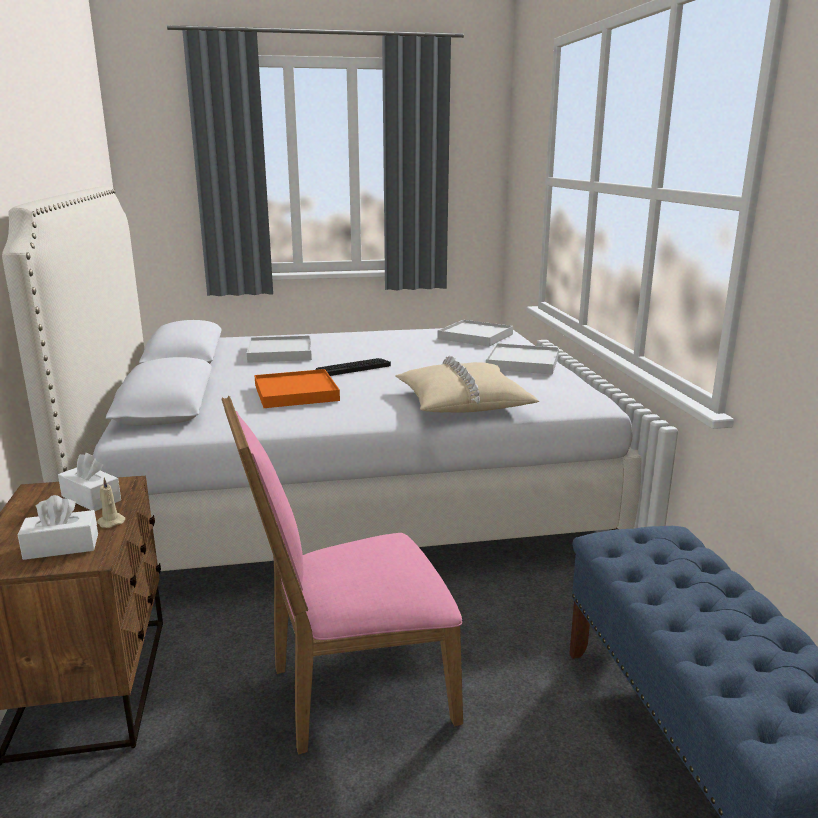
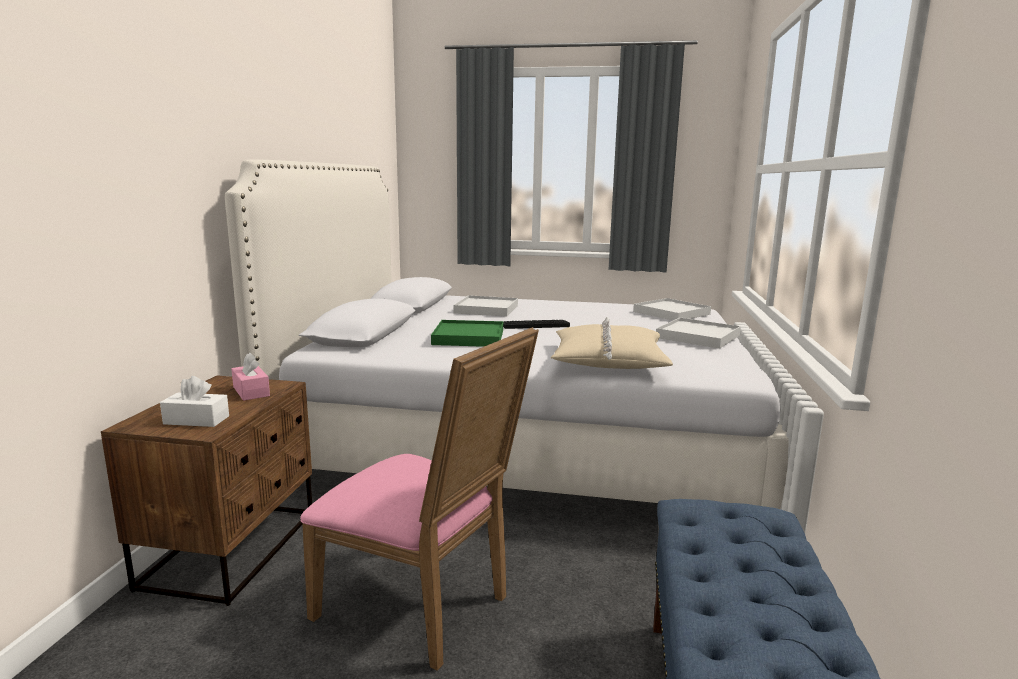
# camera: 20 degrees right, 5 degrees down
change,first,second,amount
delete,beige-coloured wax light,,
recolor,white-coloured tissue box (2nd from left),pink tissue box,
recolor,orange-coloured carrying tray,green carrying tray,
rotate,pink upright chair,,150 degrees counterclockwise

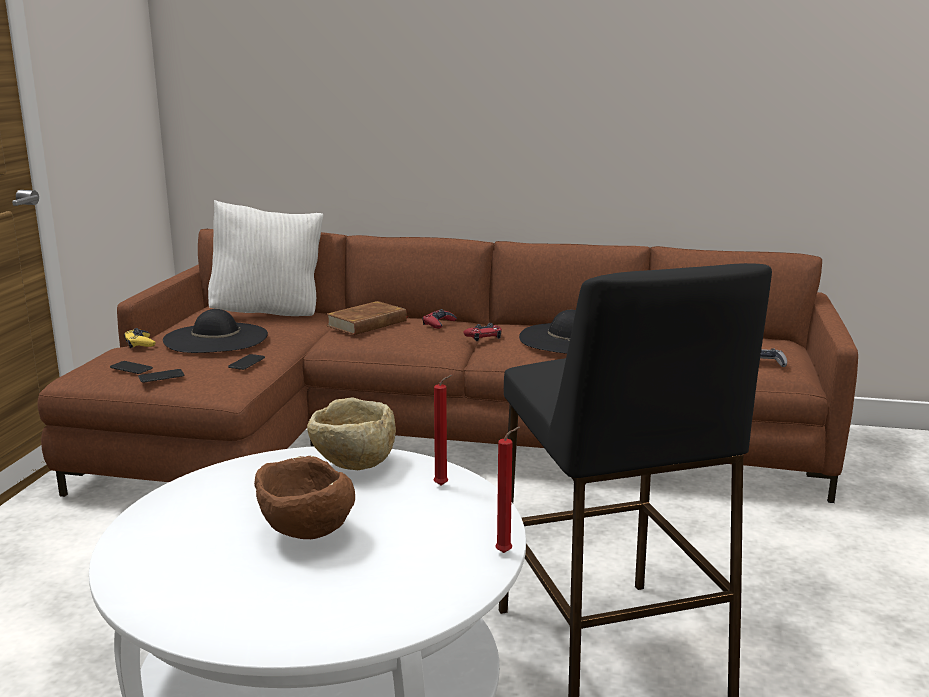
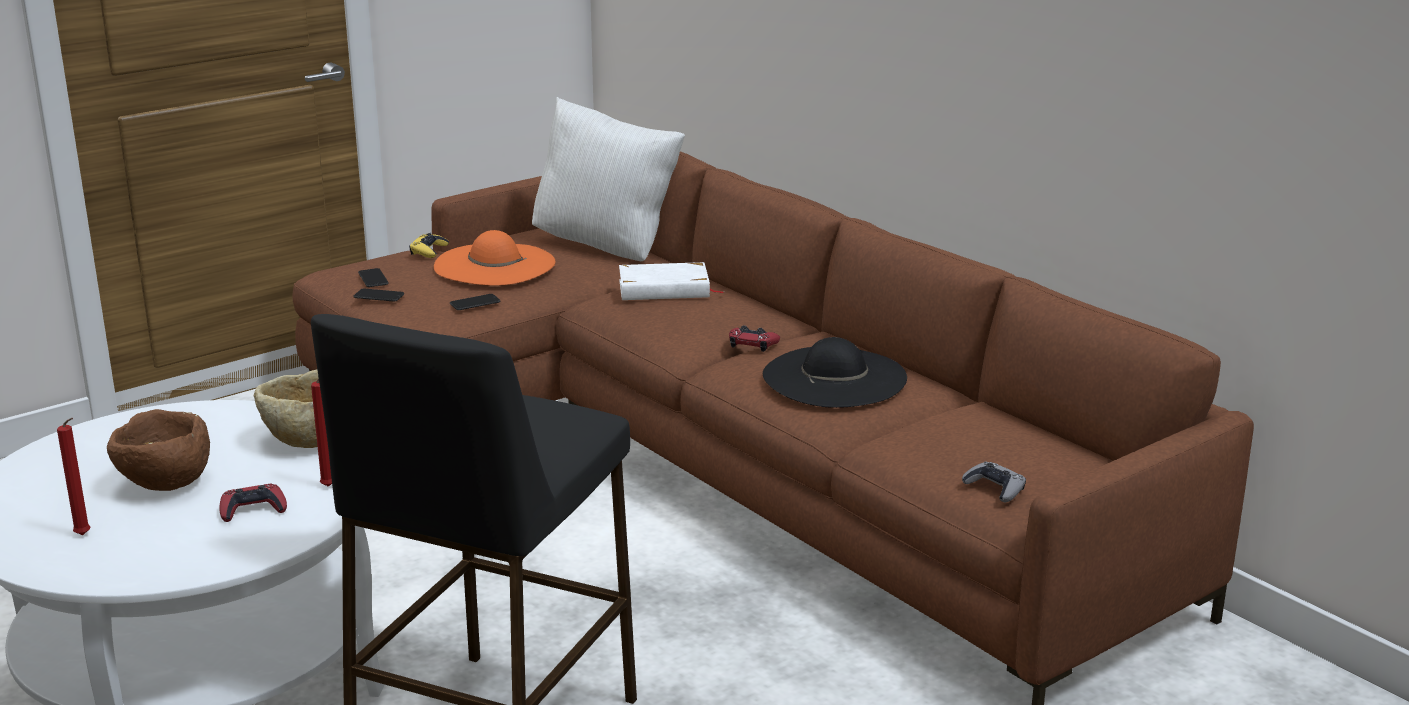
# camera: 40 degrees right, 5 degrees up
change,first,second,amount
move,red-coloured game controller (1st from left),,
move,red-coloured wax light (2nd from left in the first image),red-coloured wax light (1st from left),
recolor,blackish clothing hat (1st from left),orange-coloured clothing hat,
recolor,brown-coloured book,white-coloured book,

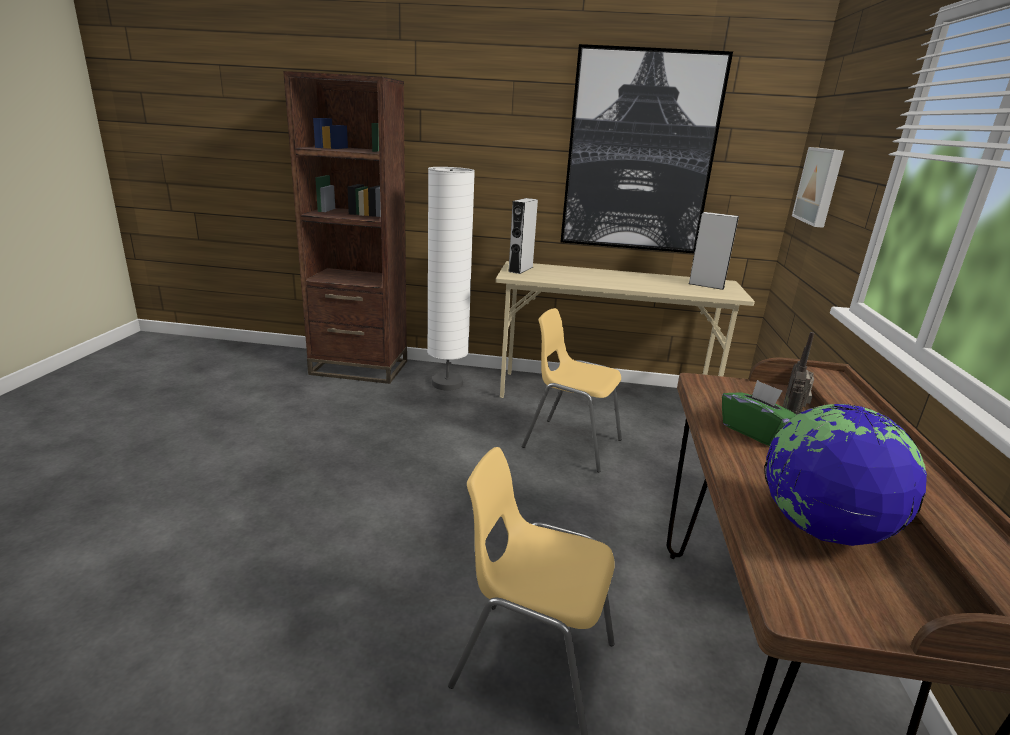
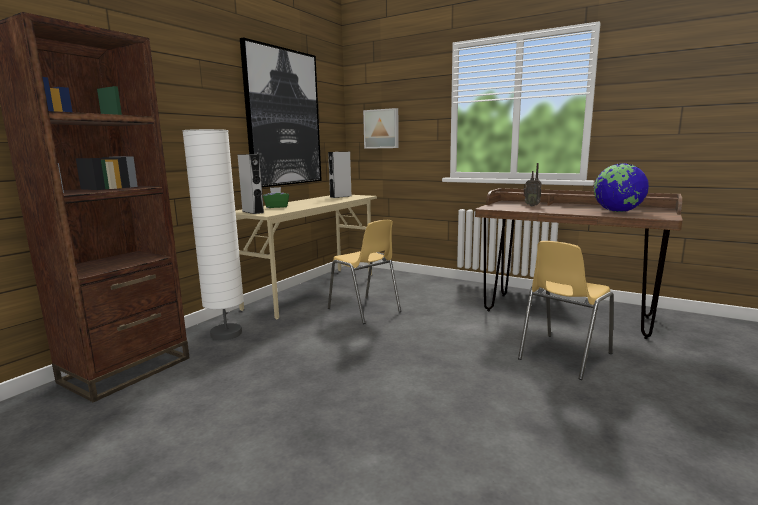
# camera: 65 degrees left, 10 degrees down
change,first,second,amount
move,green tissue box,,
rotate,yellow-coloured upright chair (2nd from left in the first image),yellow-coloured upright chair (1st from left),90 degrees counterclockwise

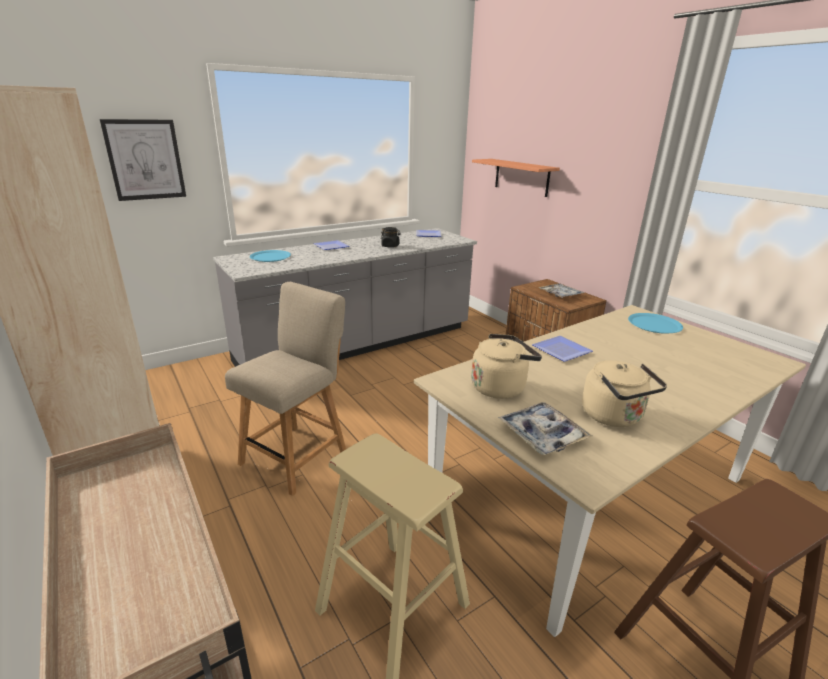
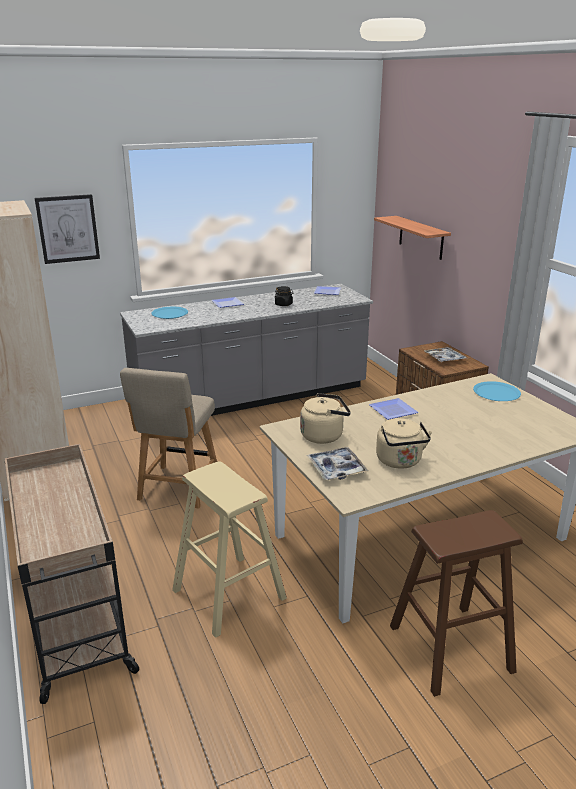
# camera: 10 degrees right, 0 degrees up
change,first,second,amount
rotate,beige-coloured upright chair,,150 degrees clockwise

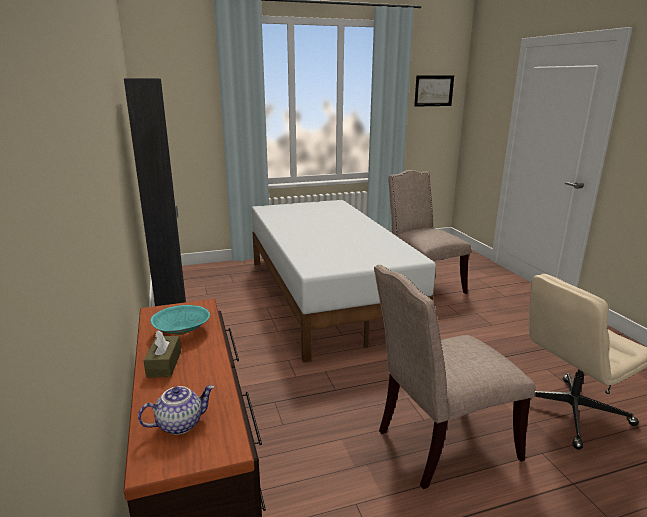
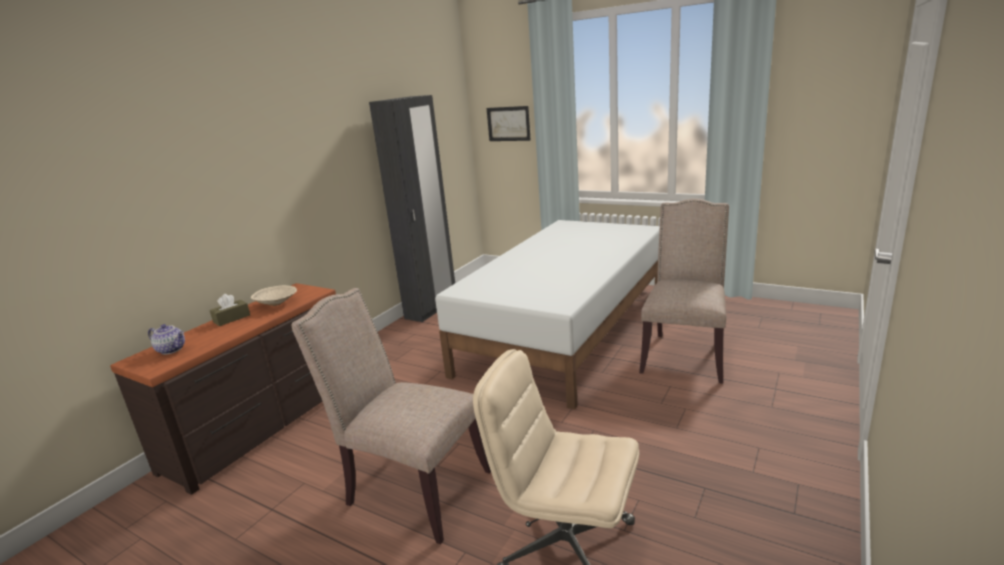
# camera: 50 degrees right, 0 degrees up
change,first,second,amount
move,wall picture,,
recolor,blue-green serving bowl,beige-coloured serving bowl,

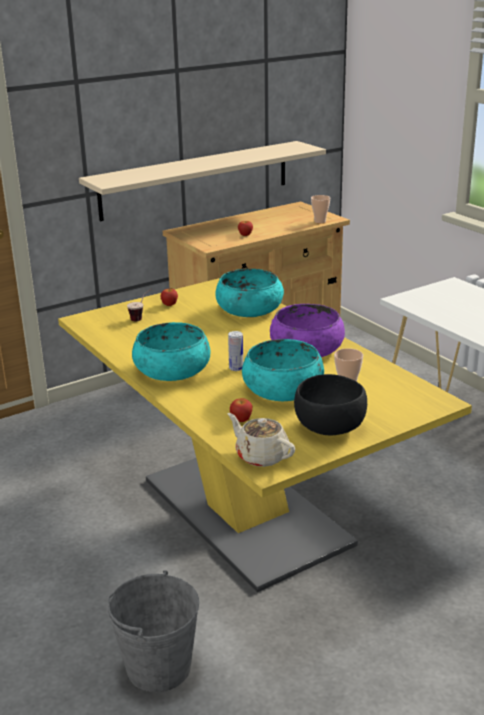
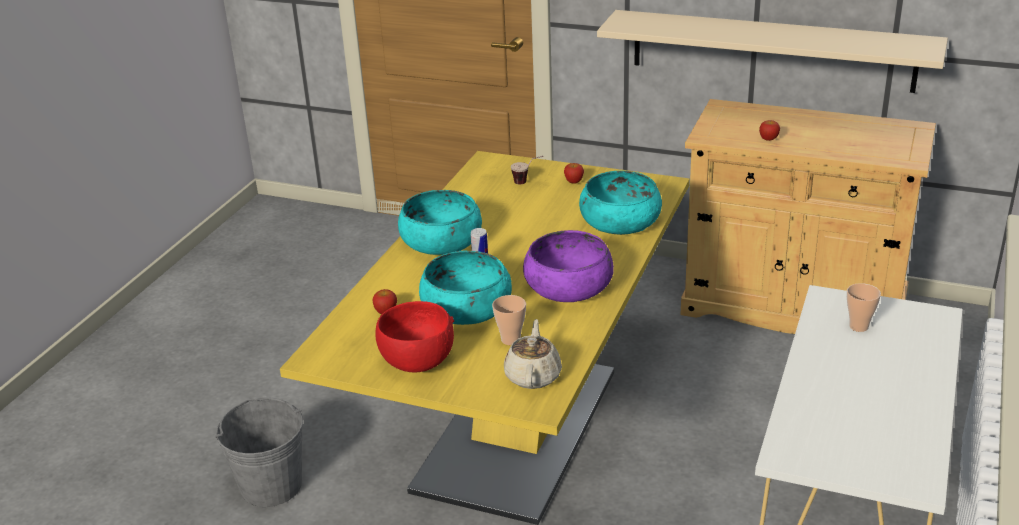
# camera: 55 degrees right, 5 degrees up
change,first,second,amount
move,beige-coloured teapot,,
move,small cup (2nd from left in the first image),small cup (3rd from left),
recolor,blackish serving bowl,red-coloured serving bowl,

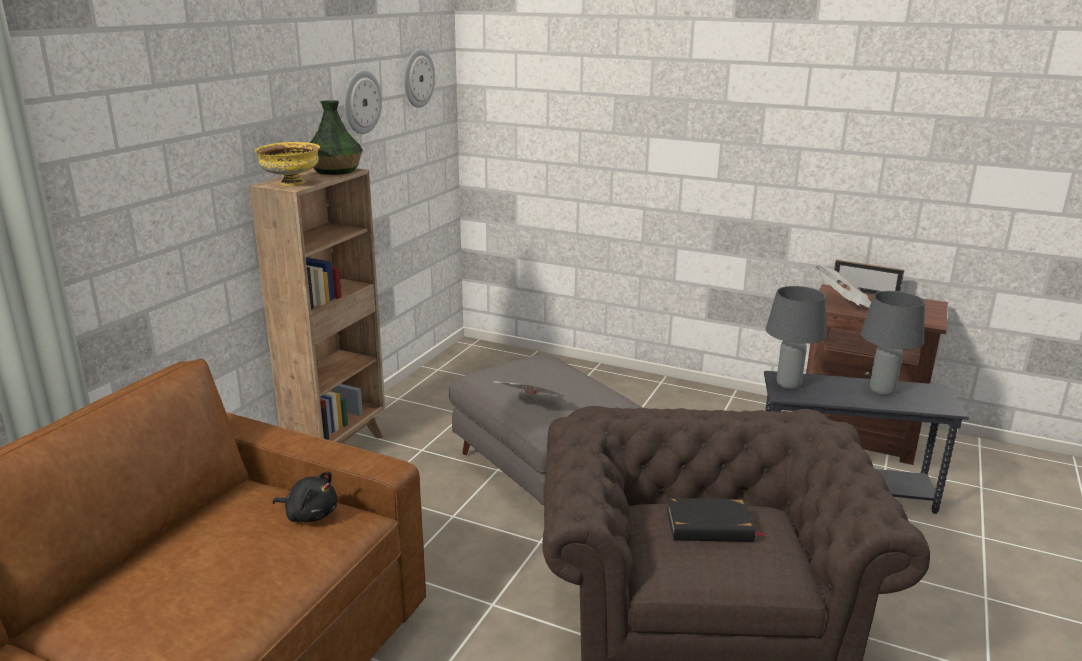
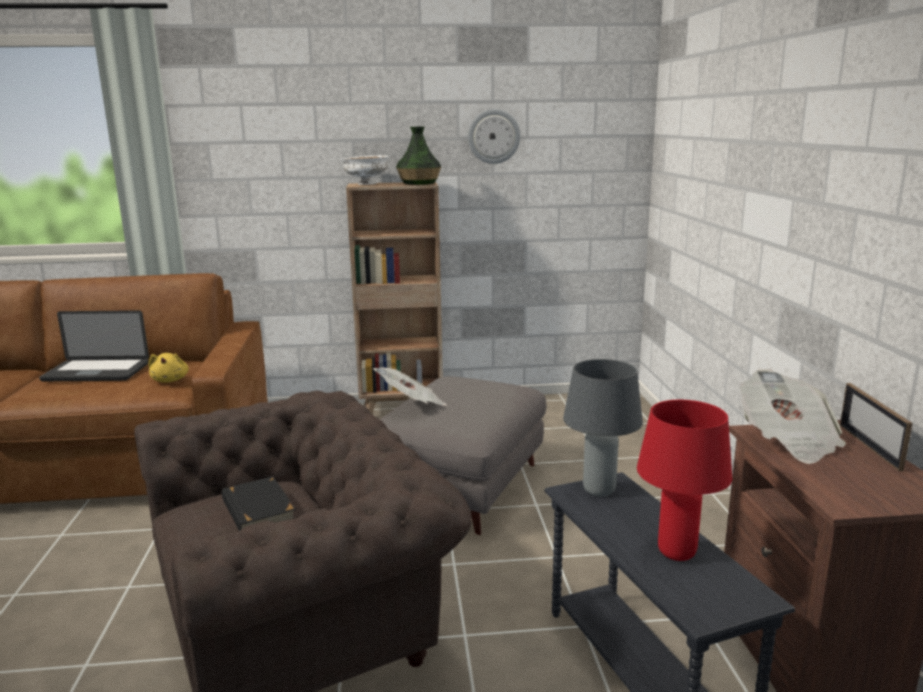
# camera: 60 degrees right, 5 degrees down
change,first,second,amount
delete,wall clock (2nd from left),,
insert,,notebook computer,
recolor,yellow-coloured serving bowl,white-coloured serving bowl,
recolor,blackish plush toy,yellow-coloured plush toy,
recolor,greyish lamp for a table (2nd from left),red-coloured lamp for a table,

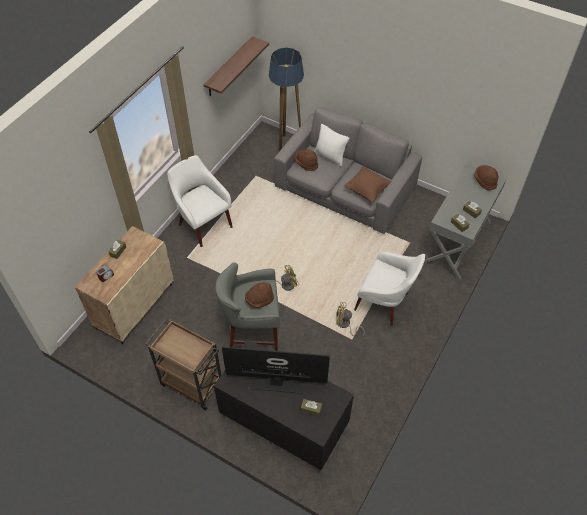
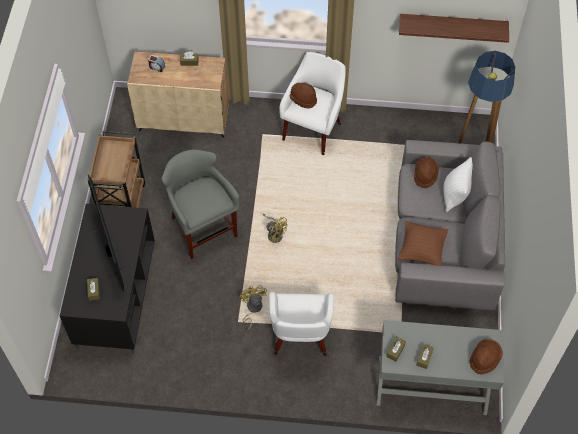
# camera: 65 degrees right, 5 degrees up
change,first,second,amount
move,brown-coloured clothing hat (1st from left),,

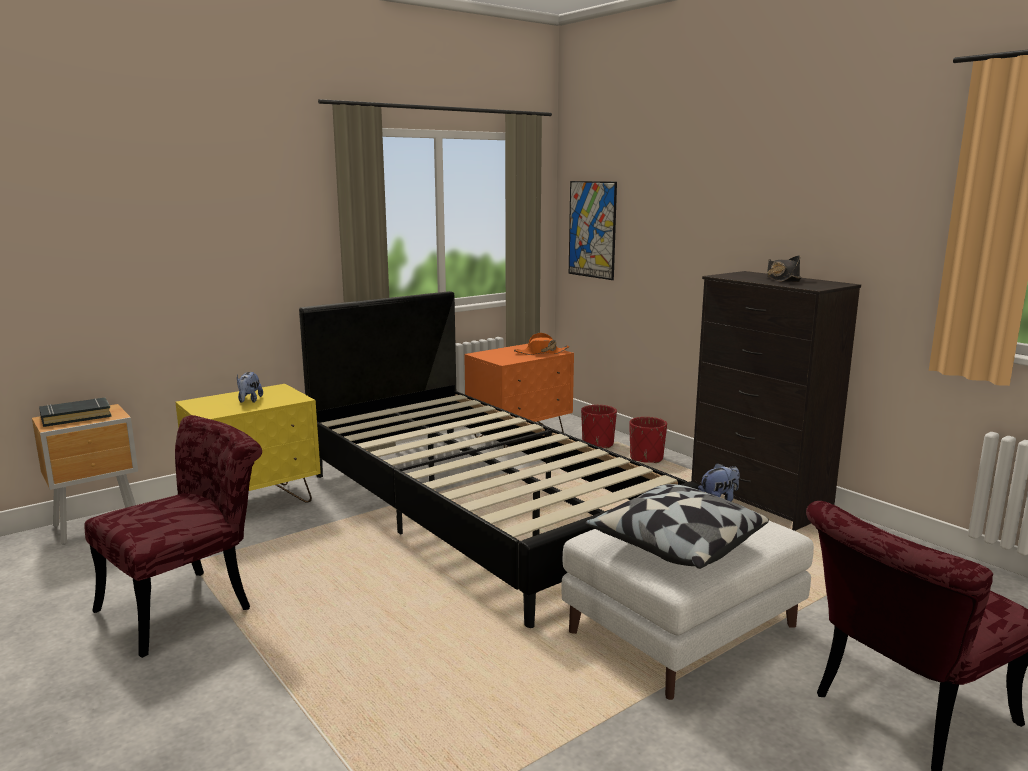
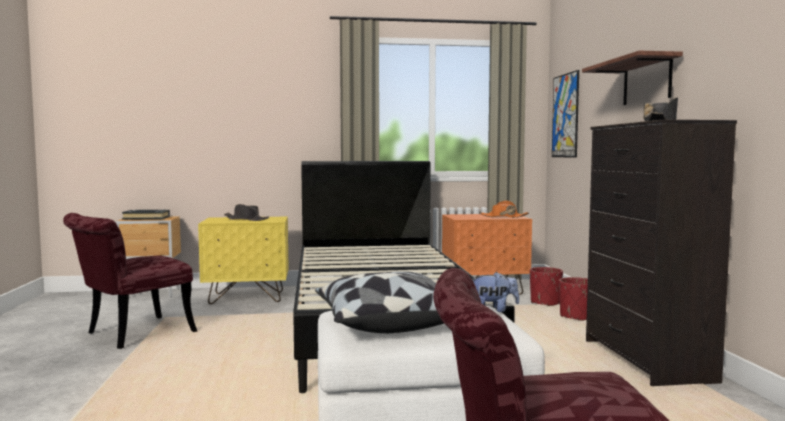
# camera: 30 degrees right, 10 degrees down
change,first,second,amount
insert,,shelf,
replace,plush toy (1st from left),blackish clothing hat (1st from left),
rotate,red-coloured upright chair (1st from left),,150 degrees clockwise

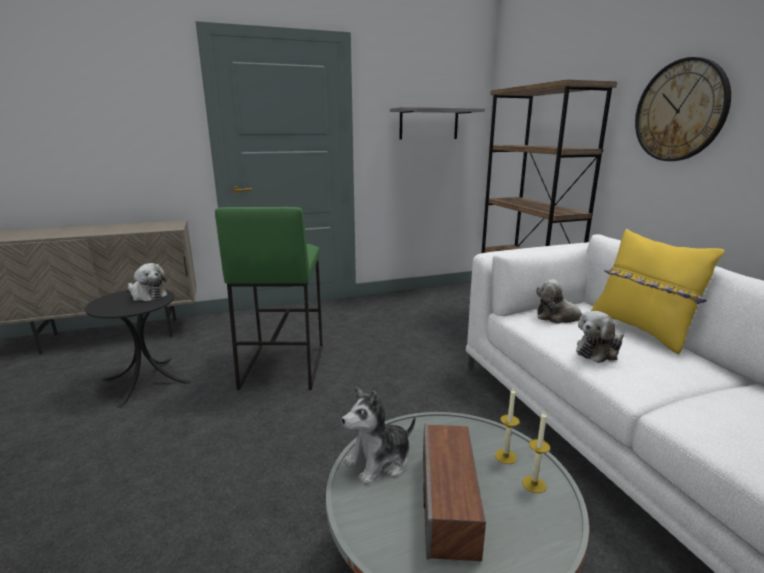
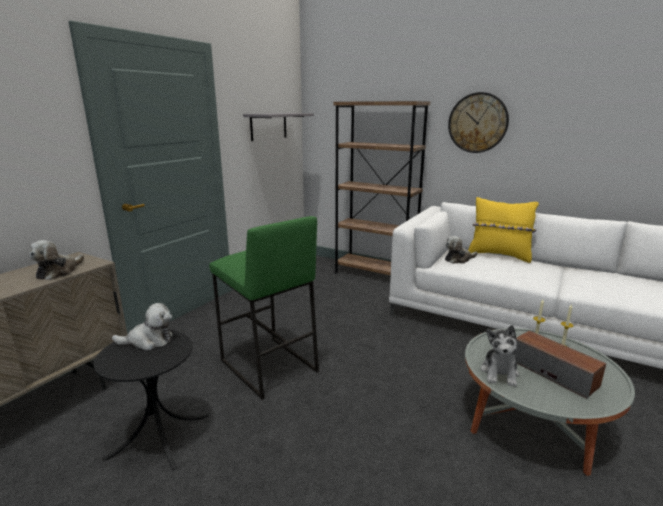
# camera: 40 degrees left, 0 degrees up
change,first,second,amount
move,plush toy (4th from left in the first image),plush toy (1st from left),

